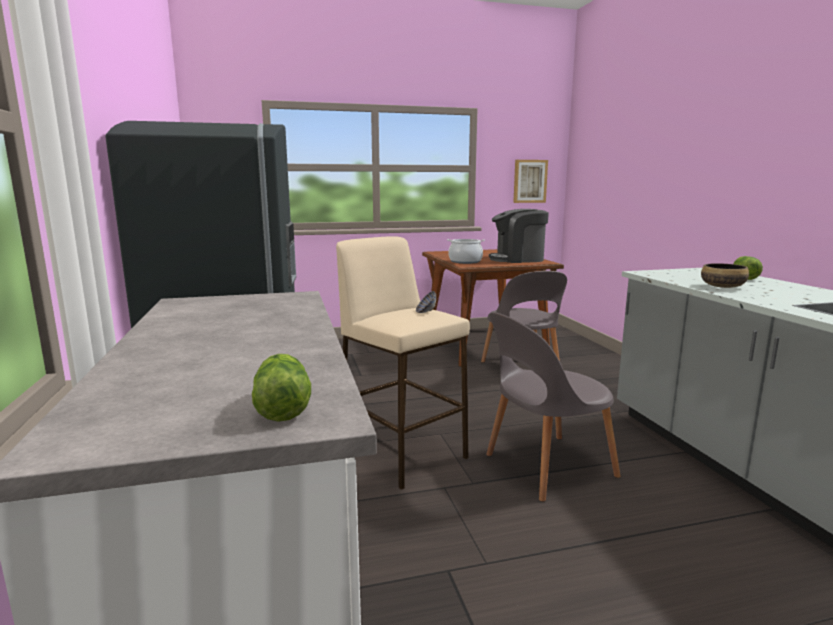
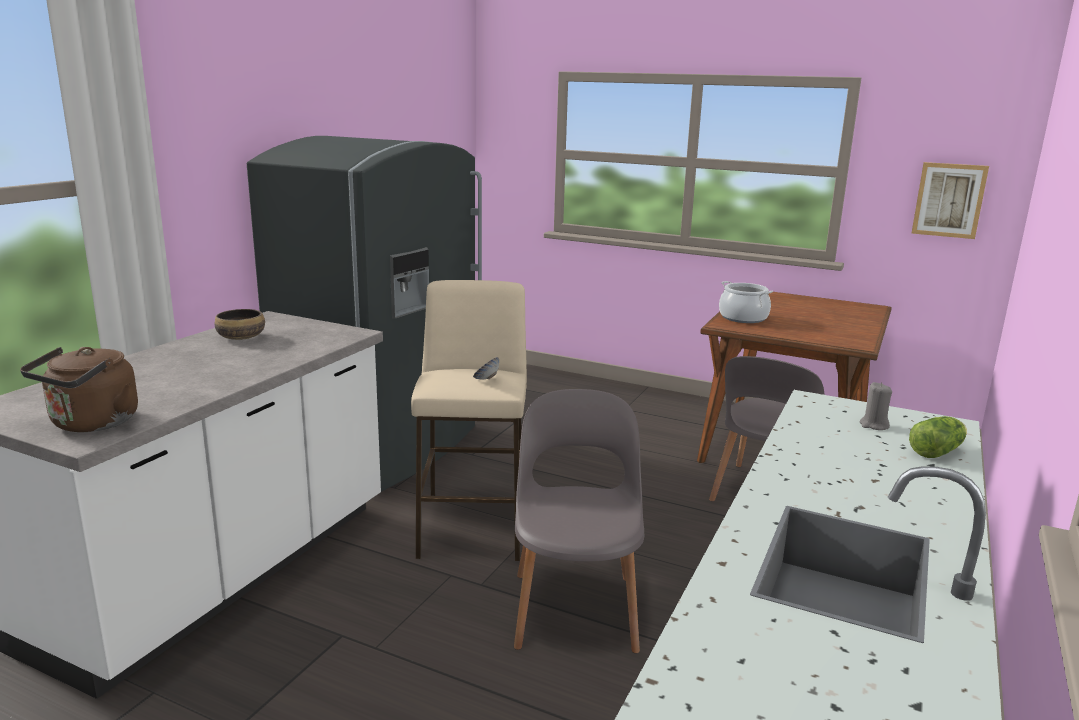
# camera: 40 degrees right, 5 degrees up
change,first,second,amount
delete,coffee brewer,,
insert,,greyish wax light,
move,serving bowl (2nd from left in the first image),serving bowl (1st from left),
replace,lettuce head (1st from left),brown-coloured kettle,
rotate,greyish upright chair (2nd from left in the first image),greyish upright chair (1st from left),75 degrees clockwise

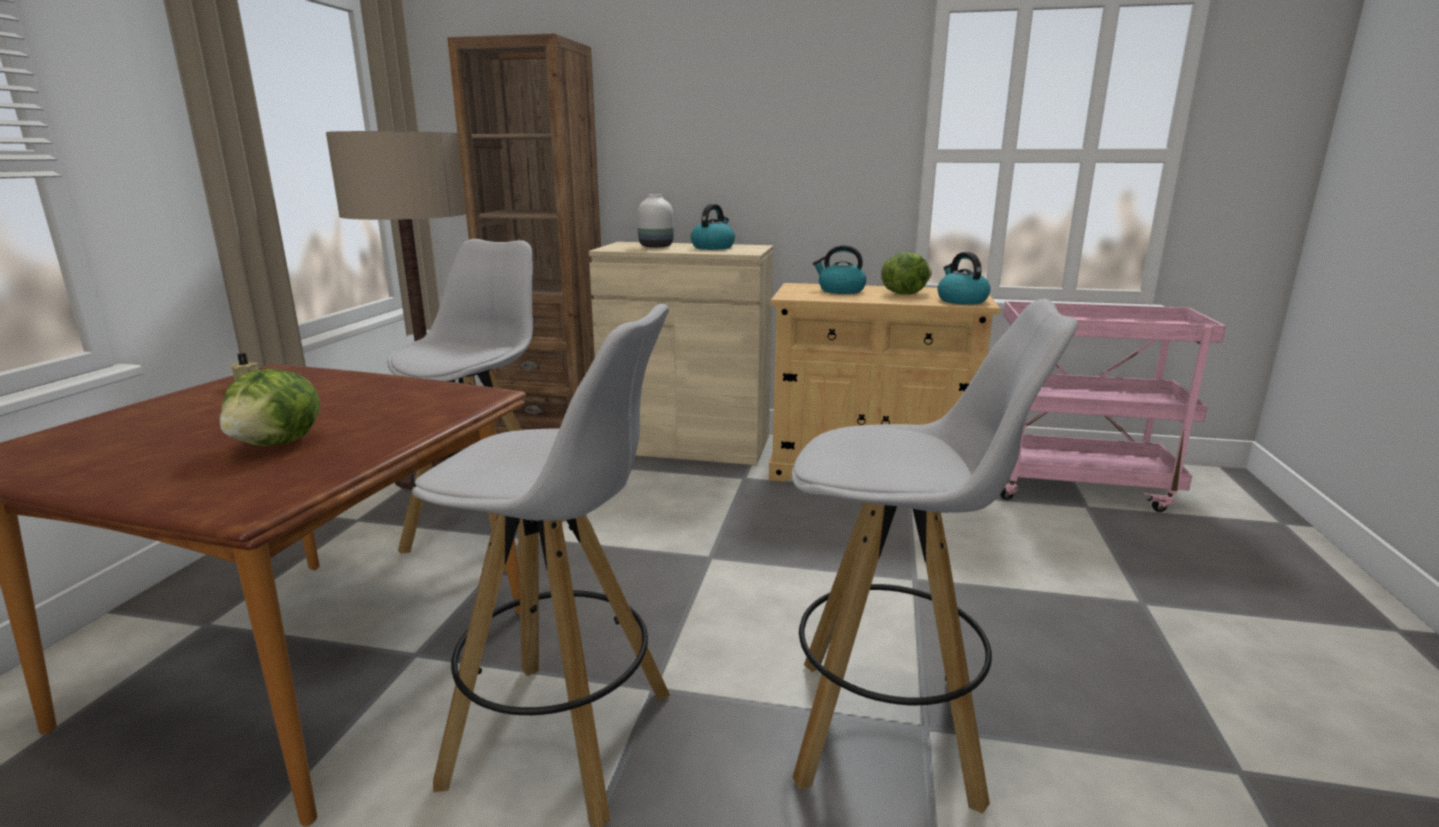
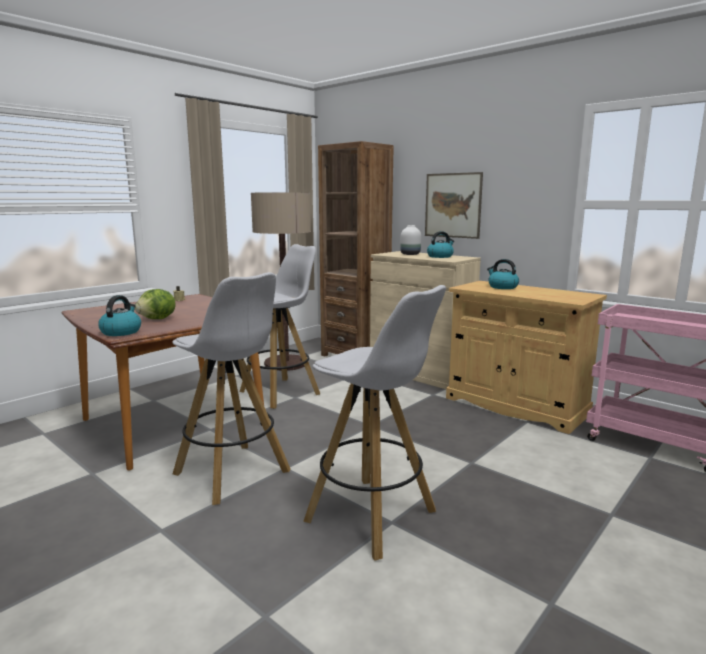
# camera: 30 degrees right, 5 degrees down
change,first,second,amount
delete,lettuce head (2nd from left),,
insert,,wall picture,
move,kettle (3rd from left in the first image),kettle (1st from left),

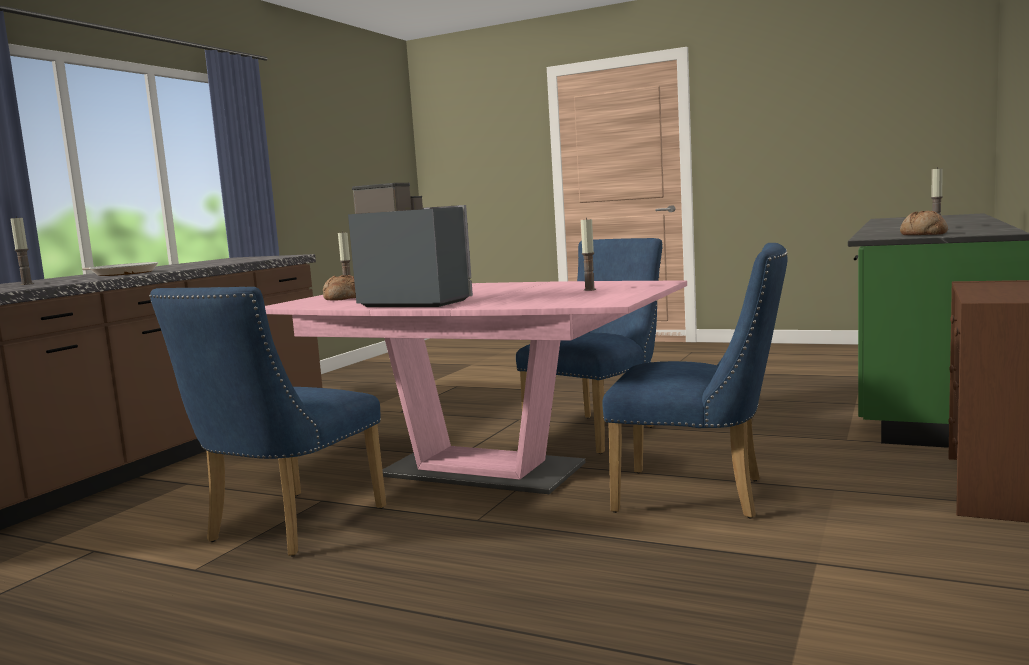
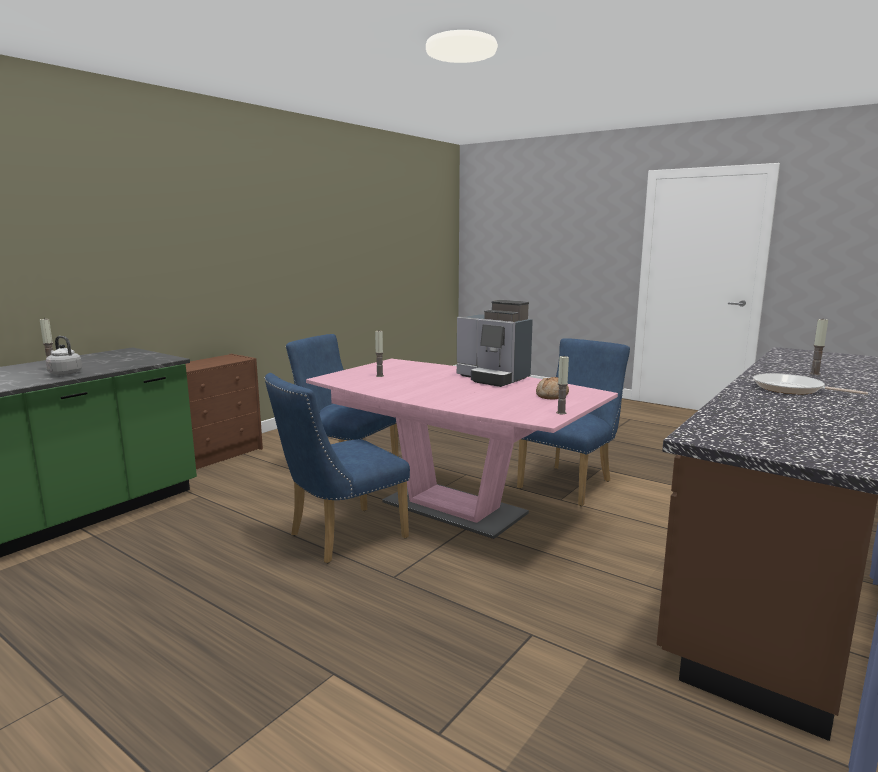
# camera: 170 degrees left, 5 degrees up
change,first,second,amount
delete,bread (2nd from left),,
insert,,greyish kettle,

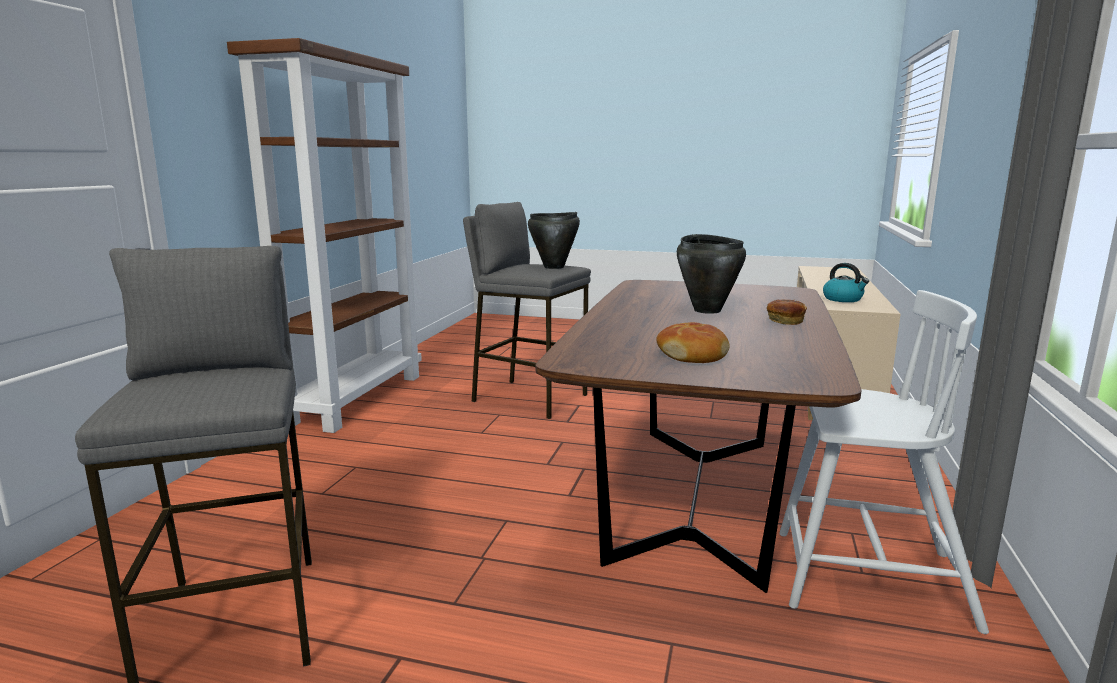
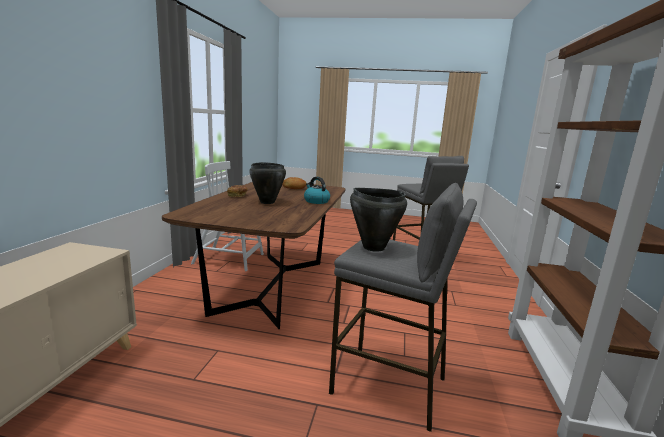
# camera: 175 degrees right, 0 degrees up
change,first,second,amount
move,kettle,,

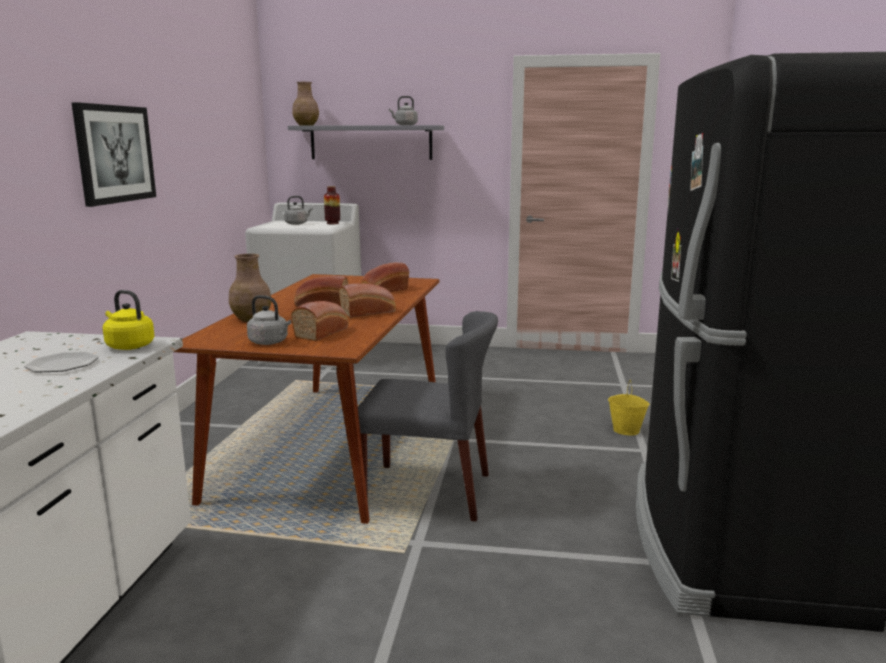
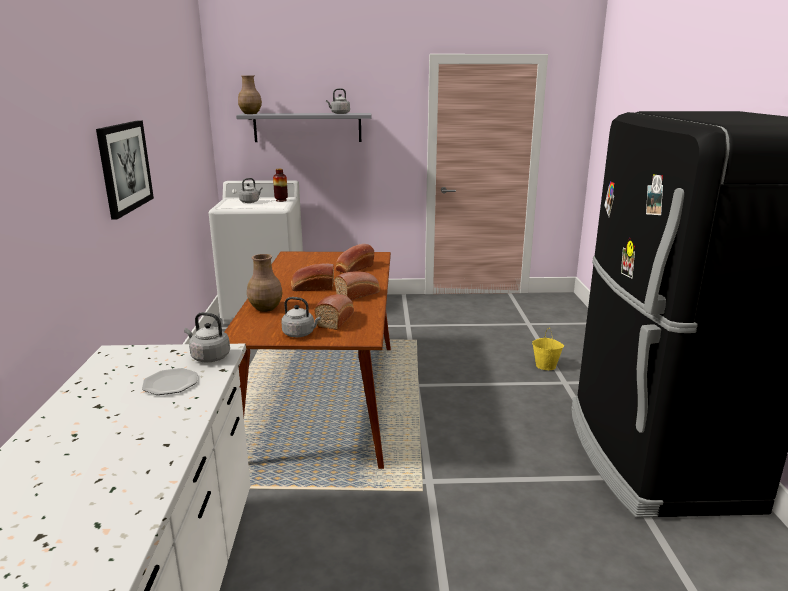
# camera: 10 degrees left, 5 degrees up
change,first,second,amount
delete,greyish upright chair,,
recolor,yellow-coloured kettle,greyish kettle (1st from left),

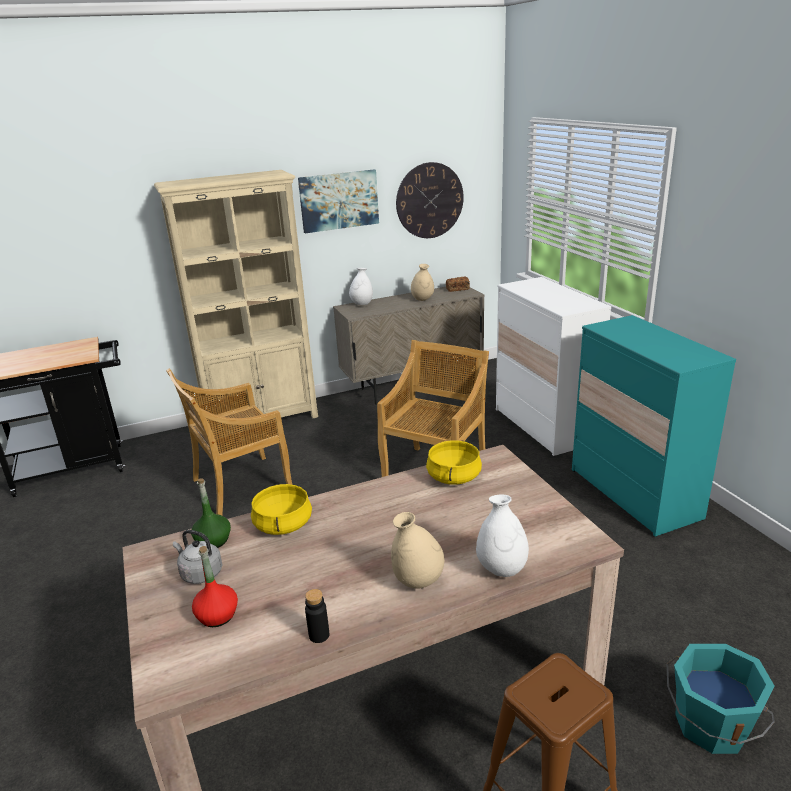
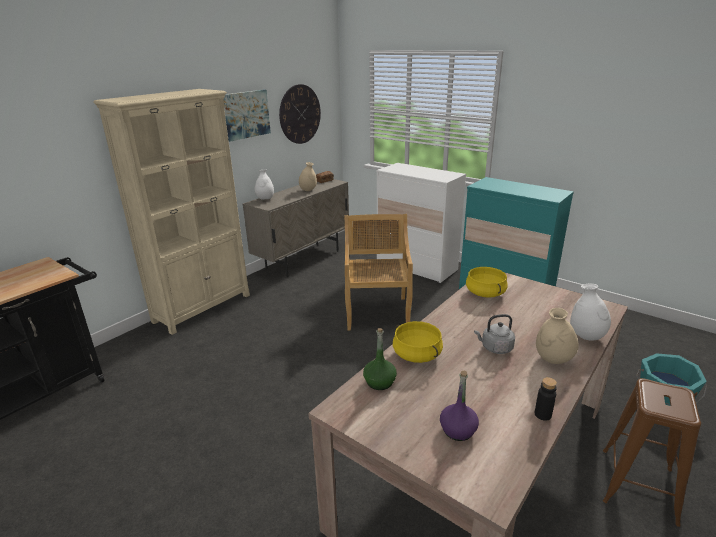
# camera: 30 degrees left, 0 degrees up
change,first,second,amount
delete,beige-coloured upright chair (1st from left),,
move,greyish kettle,,
recolor,red-coloured drink bottle,purple drink bottle,

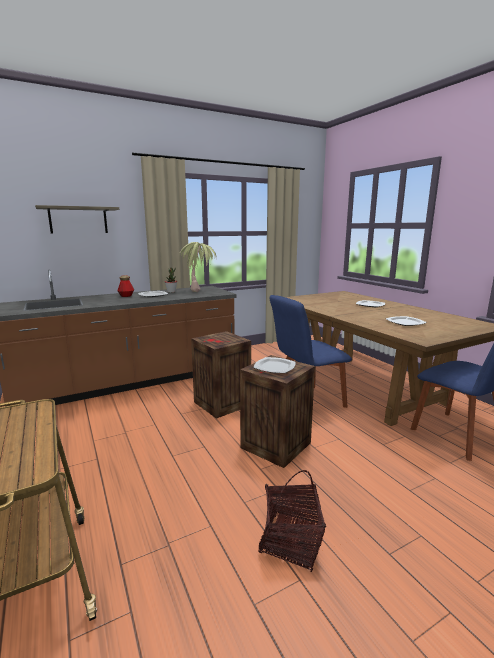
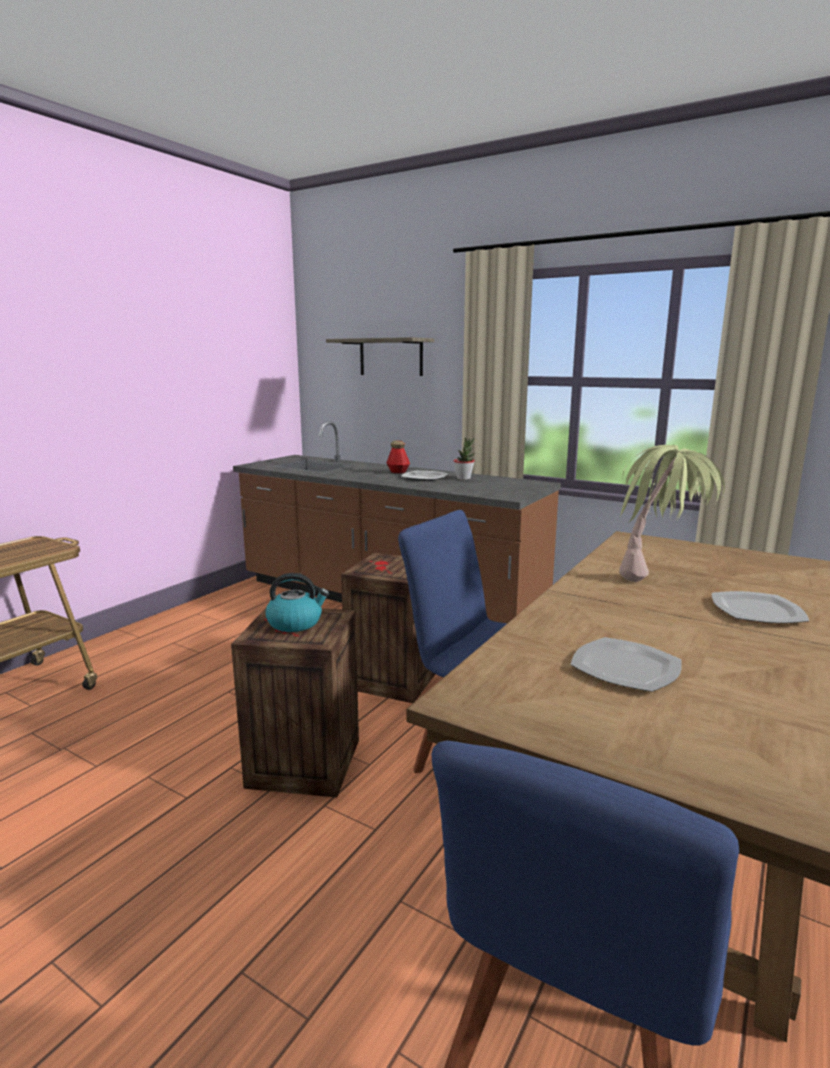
# camera: 60 degrees right, 0 degrees up
change,first,second,amount
delete,basket,,
move,potted plant (2nd from left),,
replace,dinner plate (2nd from left),kettle,

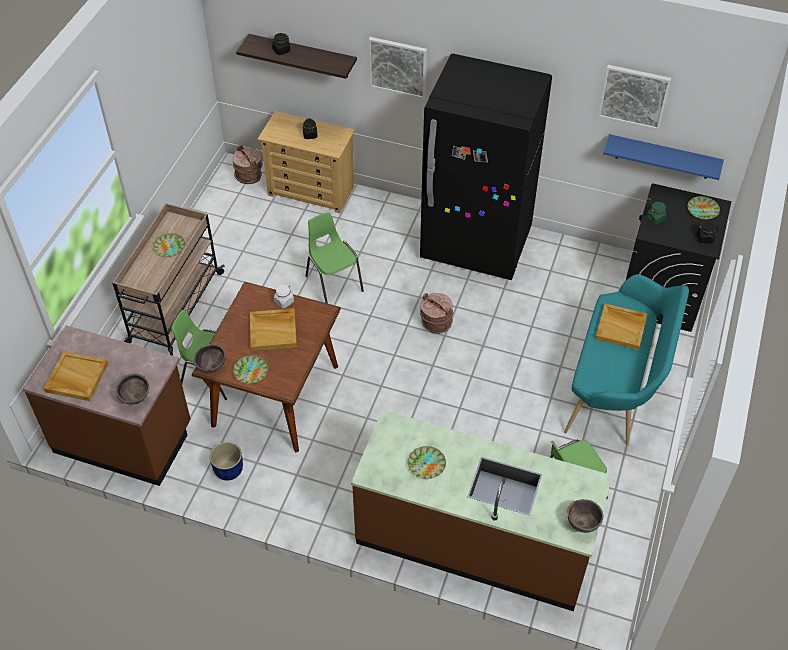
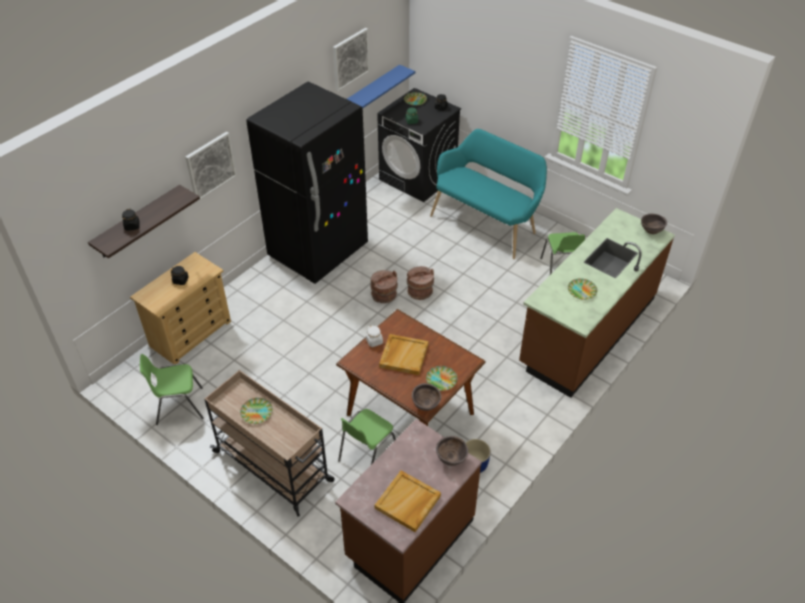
# camera: 70 degrees left, 5 degrees down
change,first,second,amount
delete,beige-coloured carrying tray (3rd from left),,
move,brown-coloured water bucket (1st from left in the first image),brown-coloured water bucket (2nd from left),
move,green upright chair (2nd from left in the first image),green upright chair (1st from left),

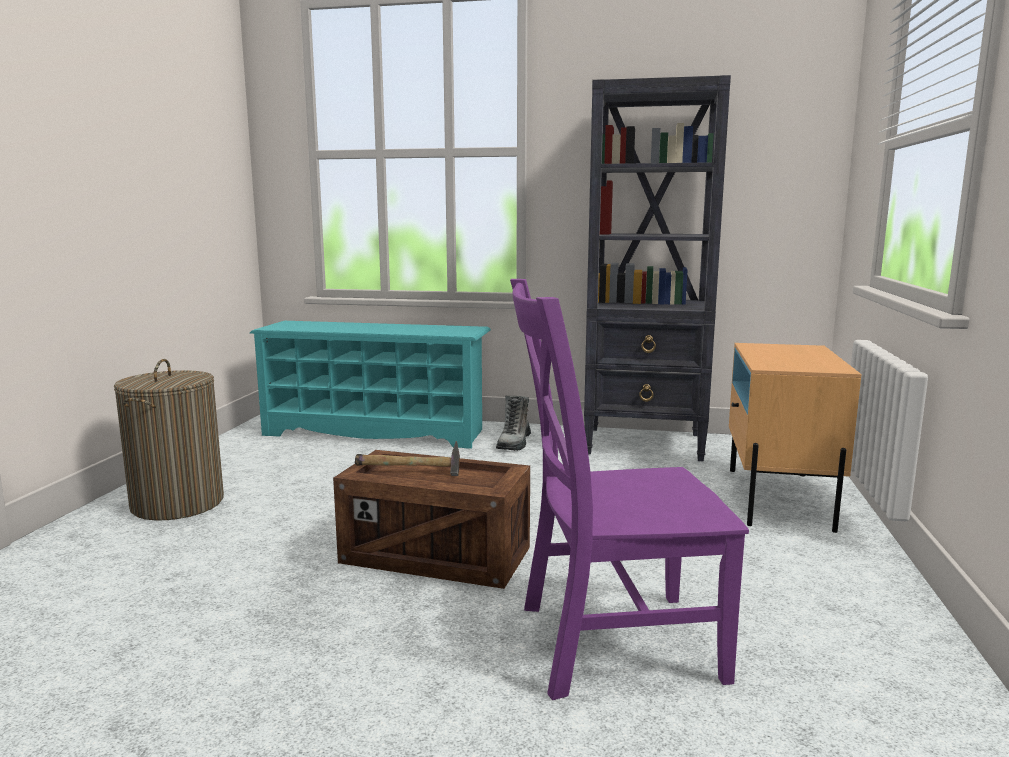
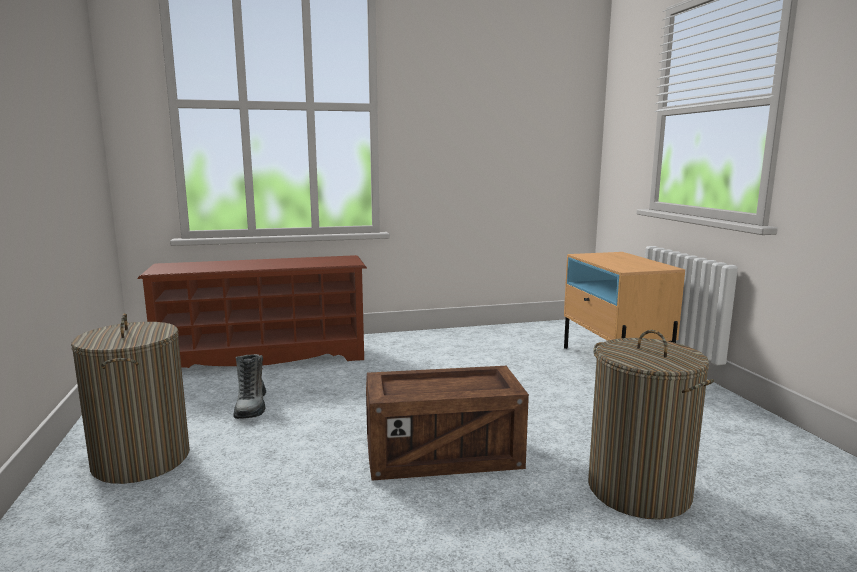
# camera: 25 degrees left, 0 degrees up
change,first,second,amount
delete,hammer,,
delete,blackish bookcase,,
move,tall boot,,
replace,purple upright chair,laundry basket (2nd from left),
recolor,blue-green shoe shelf,brown-coloured shoe shelf,

